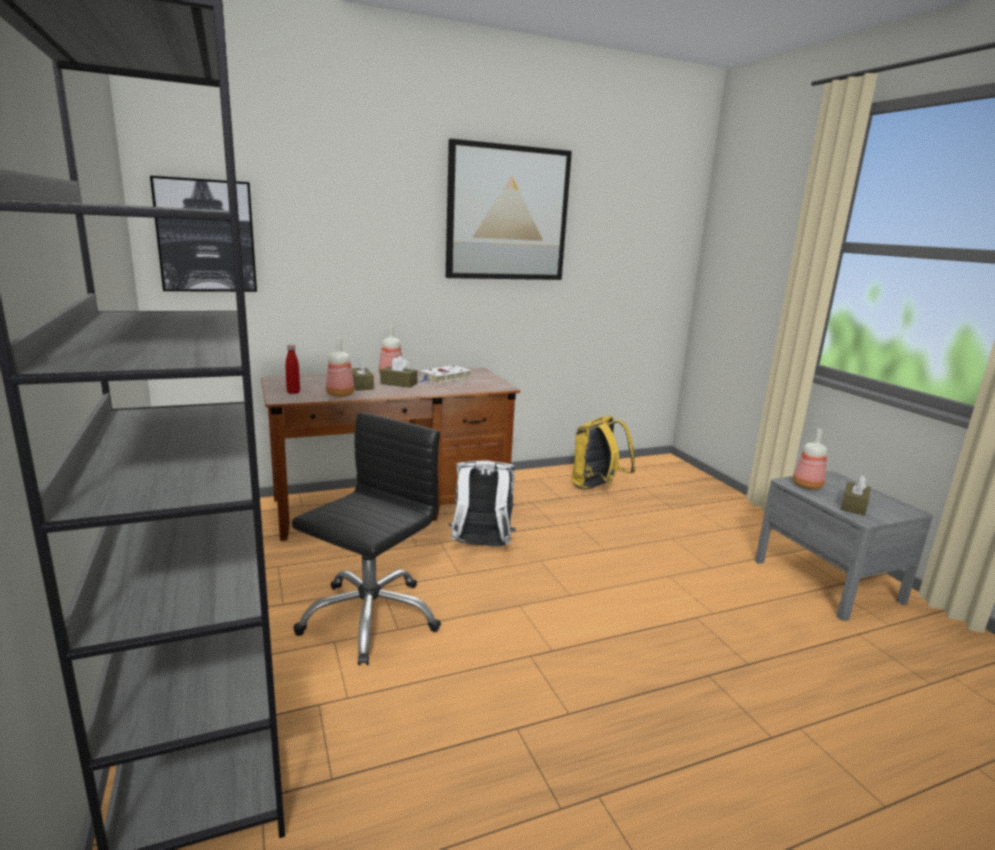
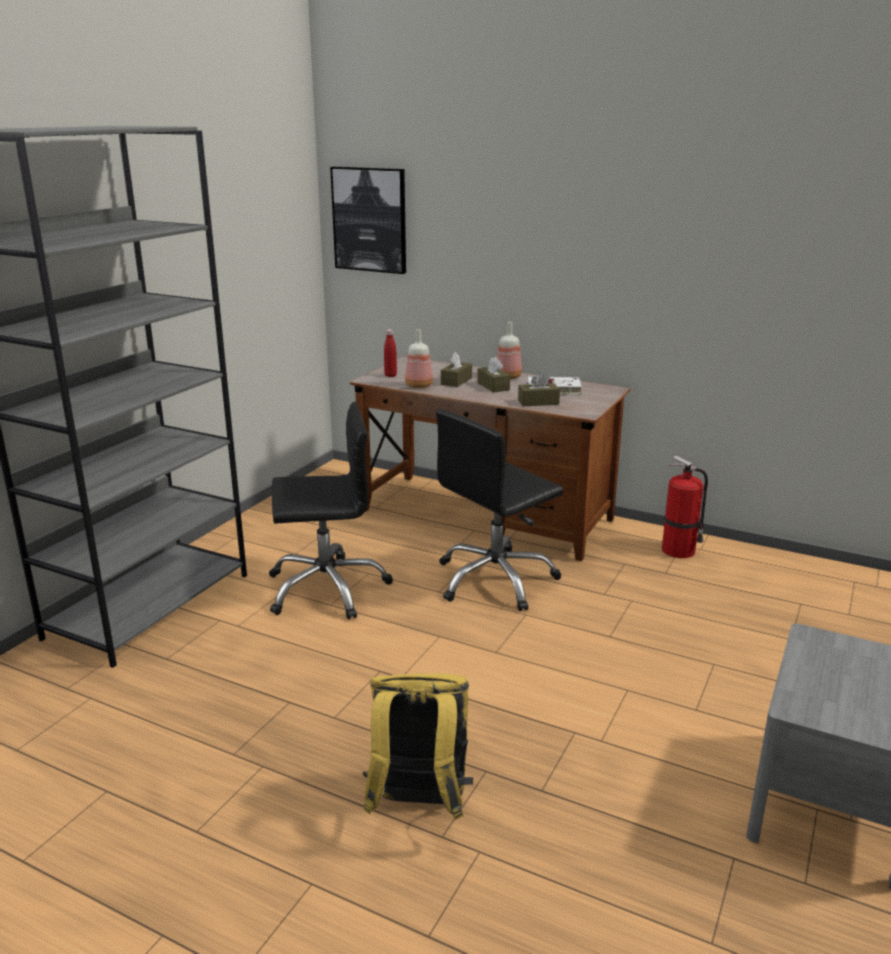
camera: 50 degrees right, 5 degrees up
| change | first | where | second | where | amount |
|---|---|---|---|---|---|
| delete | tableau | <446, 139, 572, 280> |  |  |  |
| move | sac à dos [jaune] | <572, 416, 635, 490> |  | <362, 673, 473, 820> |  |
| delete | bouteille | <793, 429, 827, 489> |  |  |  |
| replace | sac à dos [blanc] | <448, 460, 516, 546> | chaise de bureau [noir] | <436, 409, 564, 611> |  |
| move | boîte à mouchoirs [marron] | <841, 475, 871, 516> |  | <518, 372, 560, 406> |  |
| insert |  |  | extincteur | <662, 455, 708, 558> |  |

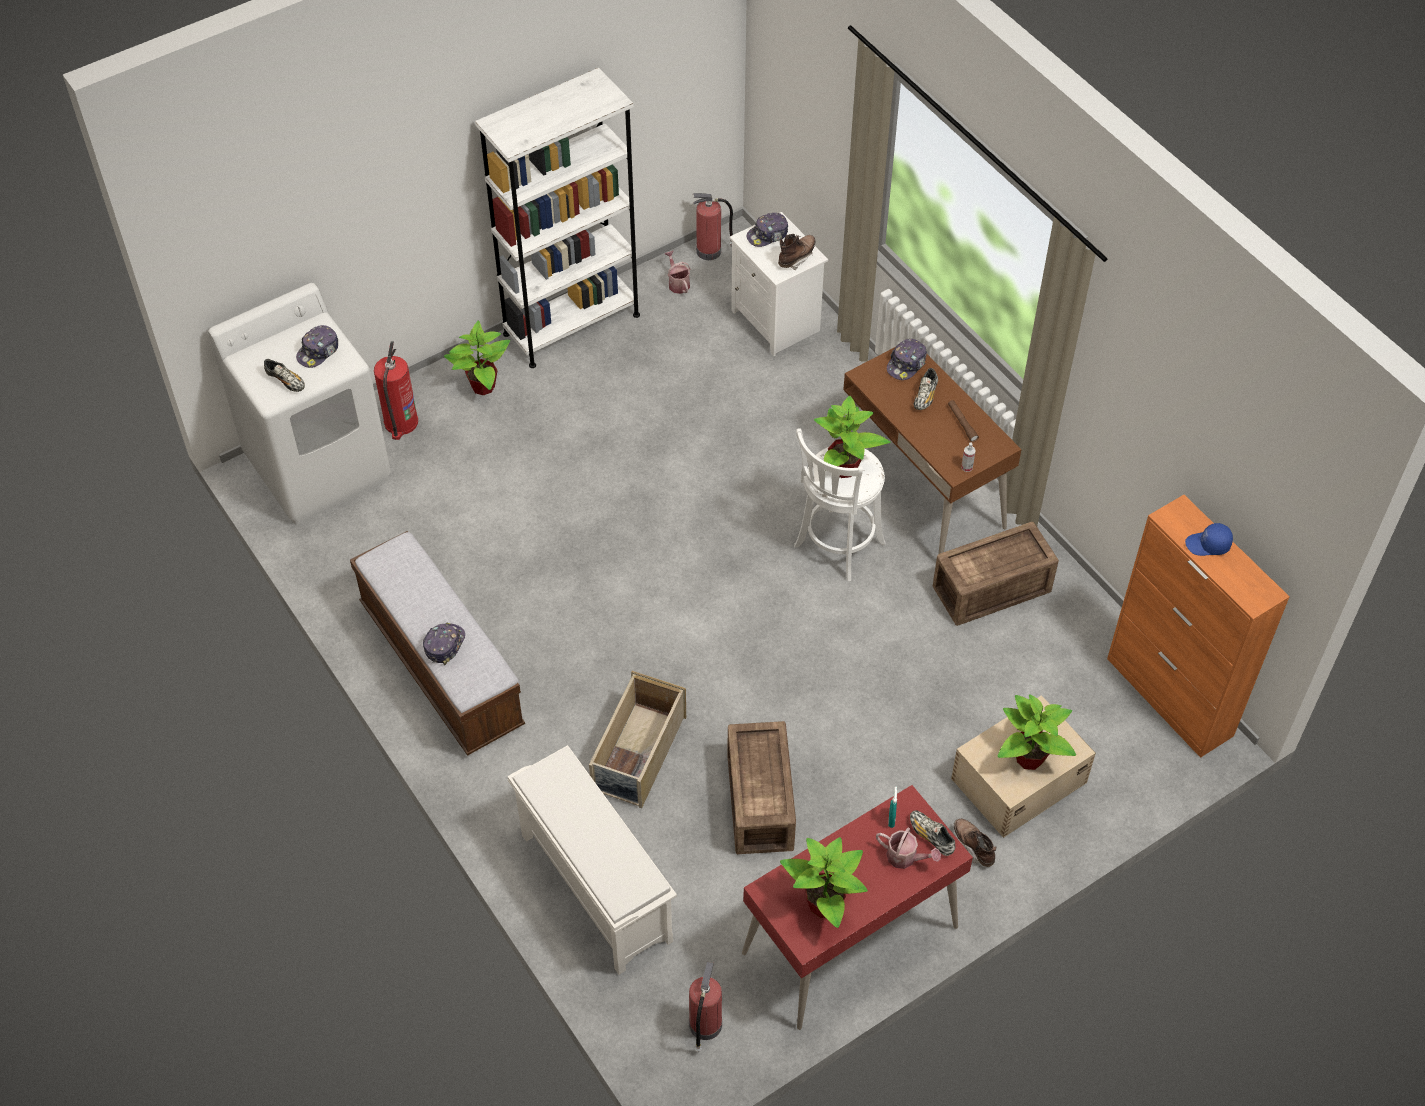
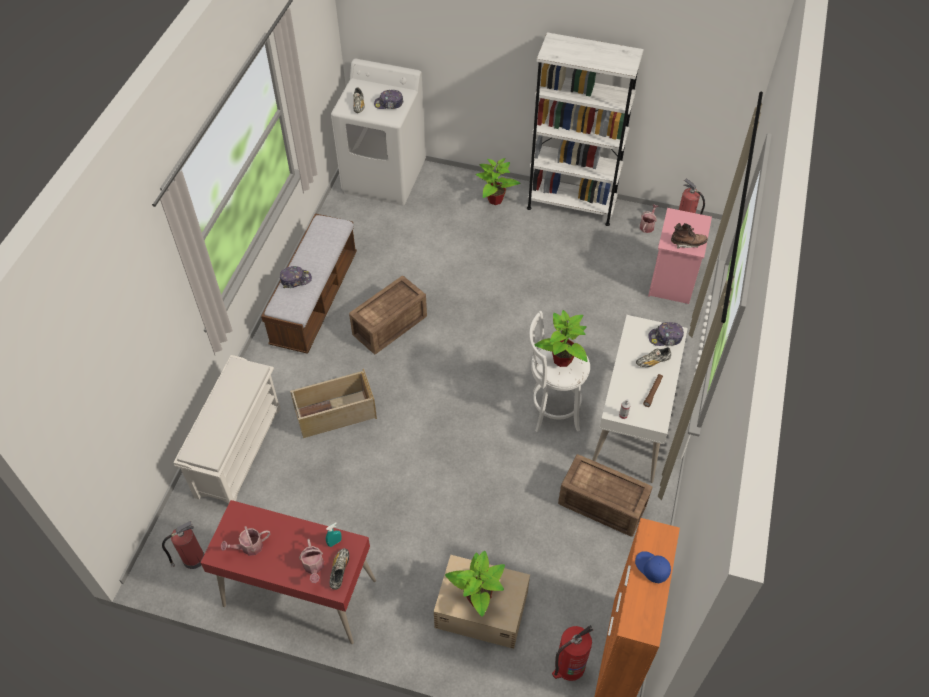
camera: 50 degrees right, 0 degrees up
| change | first | where | second | where | amount |
|---|---|---|---|---|---|
| recolor | table de chevet [blanc] | <730, 212, 828, 356> | table de chevet [rose] | <648, 208, 712, 304> |  |
| delete | casquette | <747, 213, 788, 247> |  |  |  |
| move | extincteur | <374, 341, 418, 440> |  | <552, 625, 593, 681> |  |
| recolor | bureau [marron] | <843, 347, 1022, 554> | bureau [blanc] | <592, 315, 688, 483> |  |
| move | caisse | <727, 721, 796, 854> |  | <349, 276, 427, 354> |  |
| delete | botte [marron] | <954, 819, 996, 867> |  |  |  |
| replace | plante en pot | <780, 837, 868, 928> | arrosoir | <221, 526, 270, 556> |  |

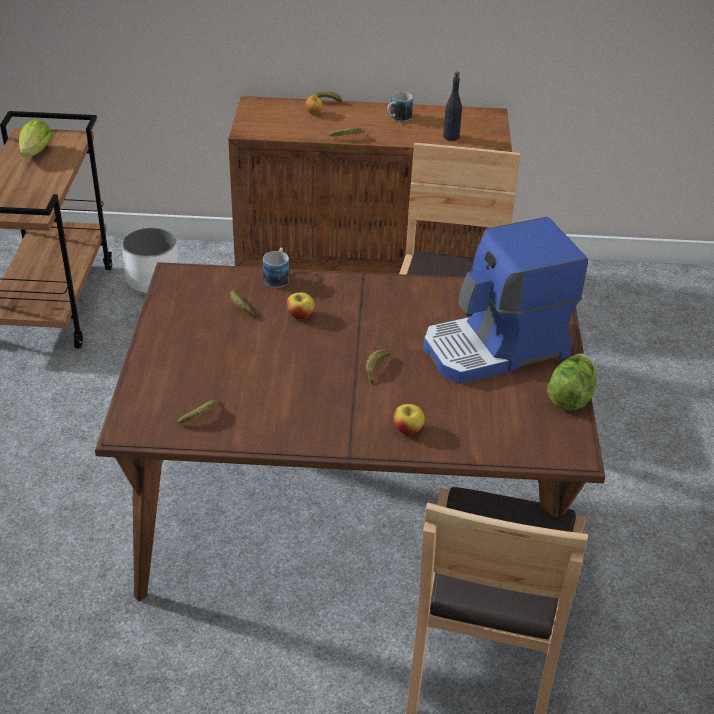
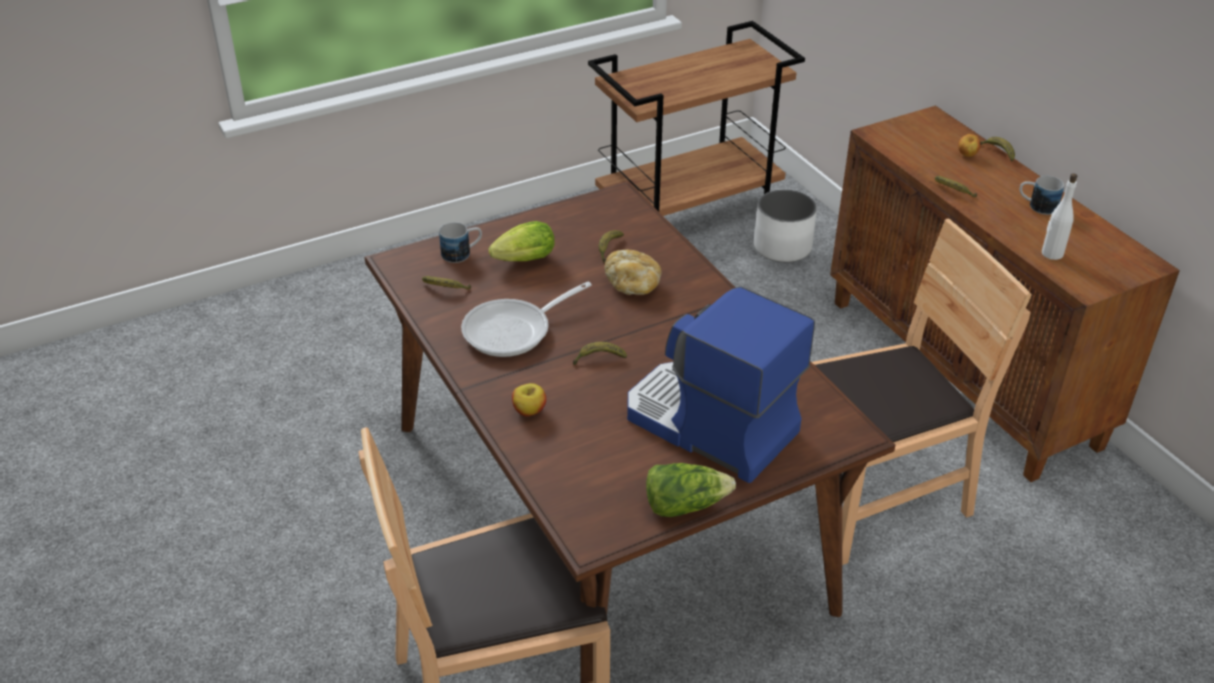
camera: 60 degrees right, 0 degrees up
| change | first | where | second | where | amount |
|---|---|---|---|---|---|
| recolor | bouteille [noir] | <443, 72, 462, 141> | bouteille [blanc] | <1042, 173, 1077, 260> |  |
| move | laitue | <19, 119, 53, 157> |  | <489, 221, 555, 261> |  |
| move | mug | <263, 248, 290, 288> |  | <439, 222, 482, 263> |  |
| replace | pomme | <287, 292, 315, 320> | pain | <604, 250, 662, 295> |  |
| insert |  |  | poêle | <461, 282, 592, 357> |  |

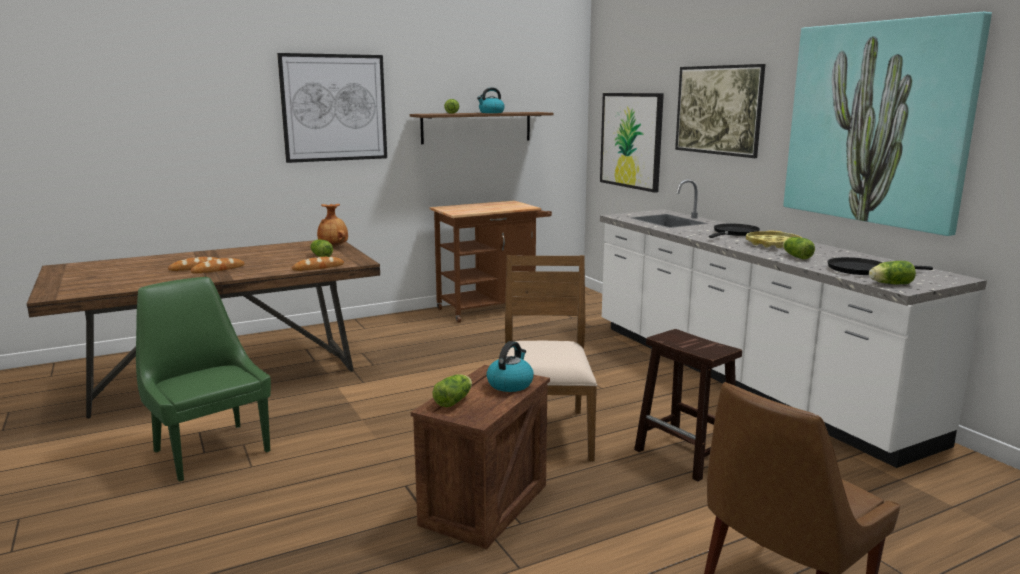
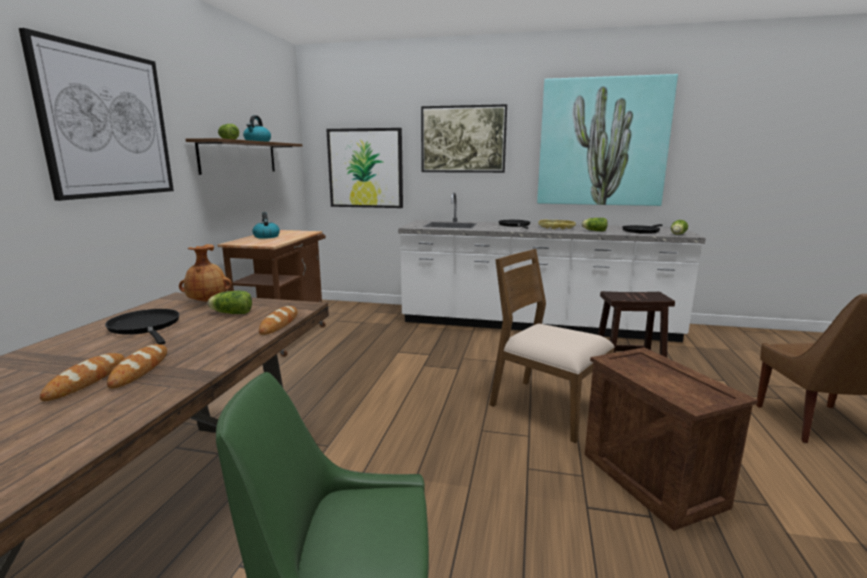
camera: 50 degrees left, 0 degrees up
| change | first | where | second | where | amount |
|---|---|---|---|---|---|
| move | bouilloire | <486, 341, 534, 392> |  | <252, 212, 280, 239> |  |
| delete | laitue | <432, 374, 472, 407> |  |  |  |
| insert |  |  | poêle [noir] | <105, 309, 180, 345> |  |

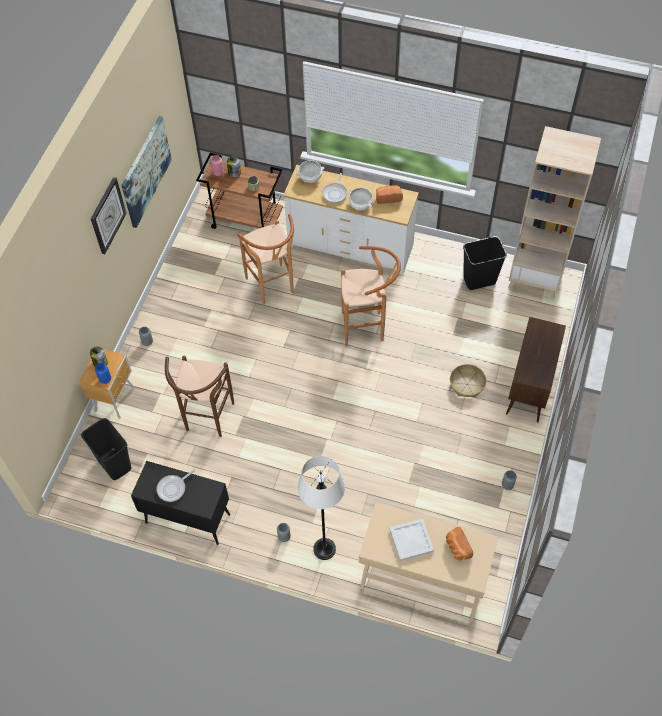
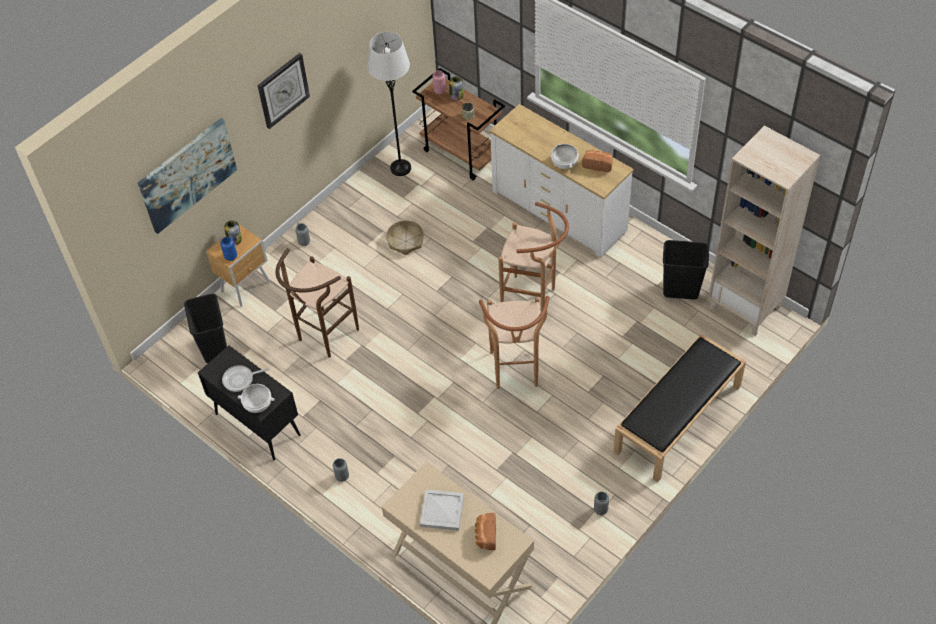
camera: 25 degrees right, 5 degrees down
| change | first | where | second | where | amount |
|---|---|---|---|---|---|
| move | tableau | <121, 116, 172, 228> |  | <138, 118, 237, 234> |  |
| move | bol [blanc] | <296, 160, 325, 183> |  | <238, 384, 275, 413> |  |
| delete | poêle | <323, 173, 347, 203> |  |  |  |
| move | tabouret [marron] | <237, 214, 294, 304> |  | <479, 296, 550, 389> |  |
| replace | meuble de rangement [marron] | <506, 317, 566, 422> | banc [noir] | <613, 334, 746, 482> |  |
| move | panier | <450, 364, 486, 398> |  | <386, 220, 424, 255> |  |
| move | lampadaire [blanc] | <298, 456, 345, 560> |  | <368, 32, 411, 176> |  |

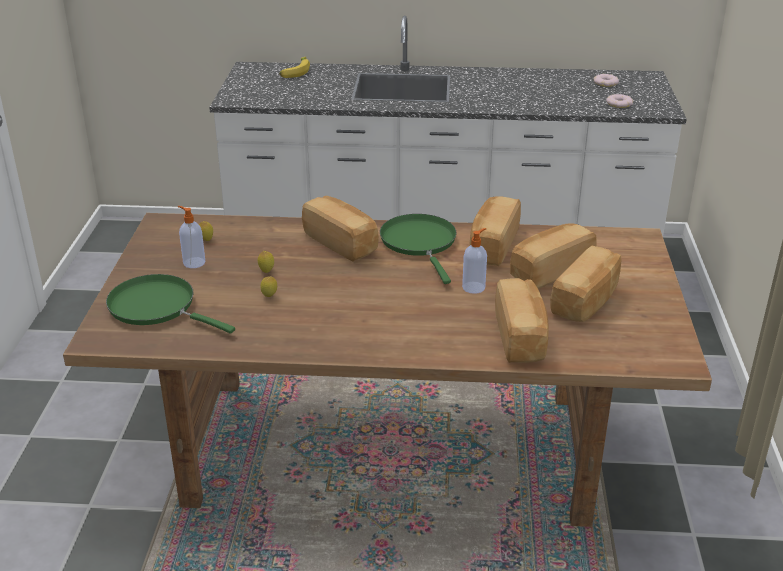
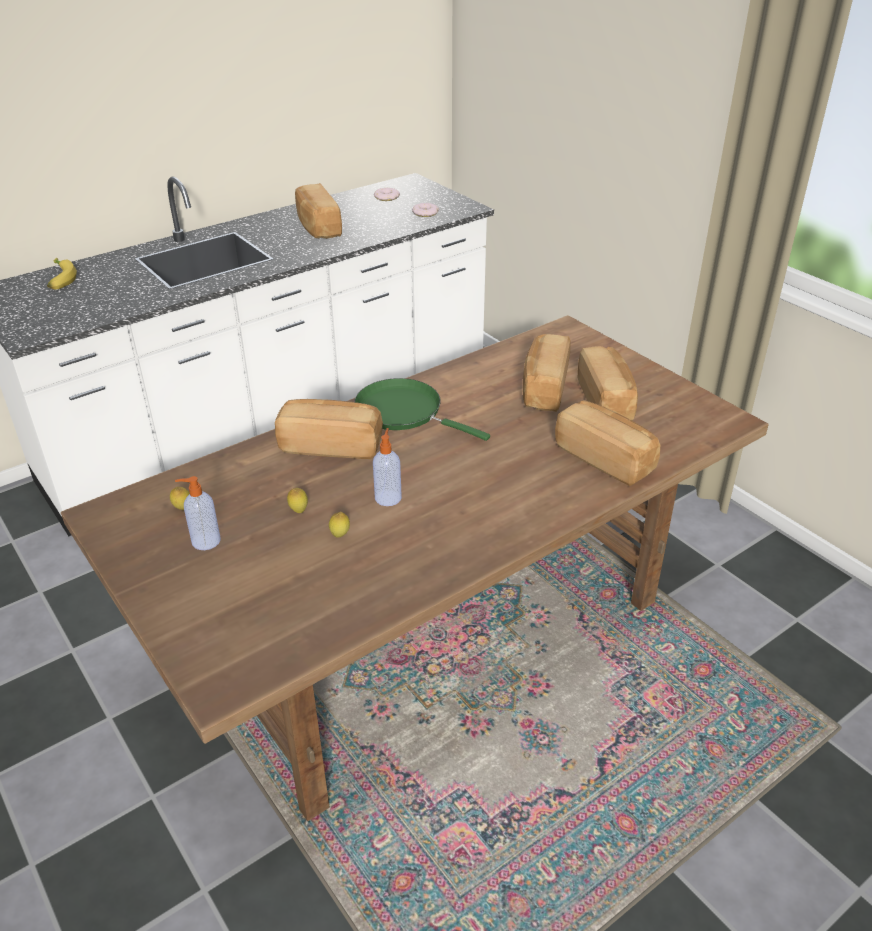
camera: 40 degrees left, 5 degrees up
| change | first | where | second | where | amount |
|---|---|---|---|---|---|
| move | pain | <470, 196, 521, 266> |  | <295, 183, 342, 239> |  |
| move | distributeur de savon | <462, 228, 487, 294> |  | <373, 428, 402, 506> |  |
| delete | poêle [vert] | <106, 274, 235, 333> |  |  |  |

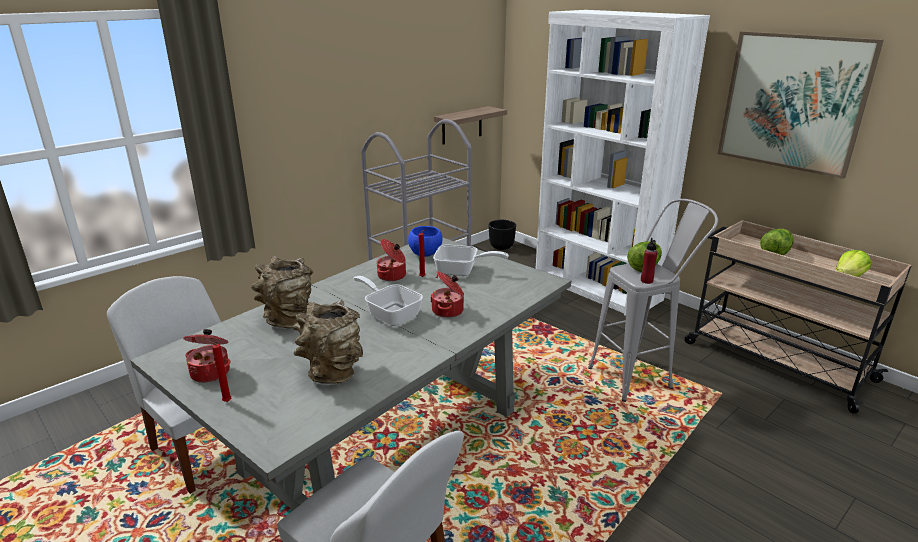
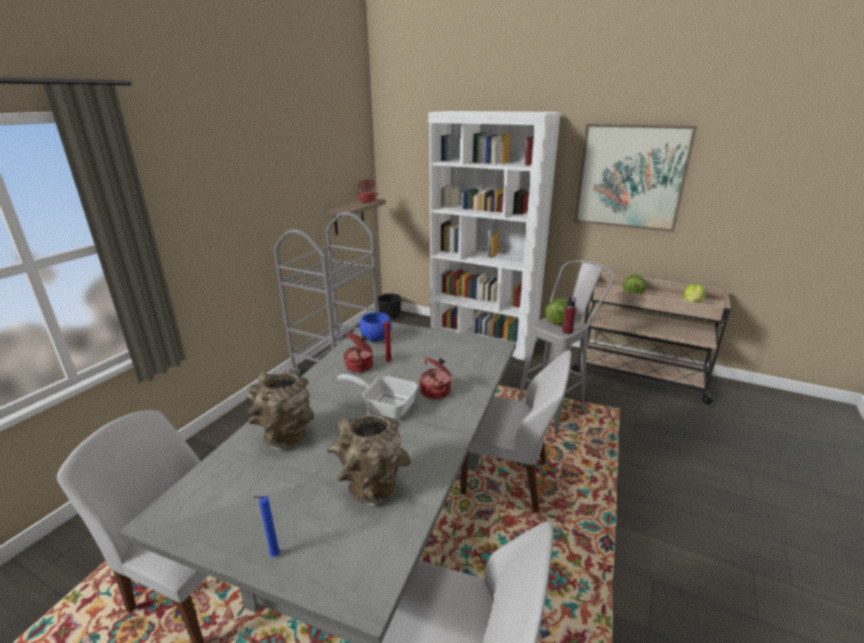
camera: 20 degrees left, 0 degrees up
| change | first | where | second | where | amount |
|---|---|---|---|---|---|
| delete | poêle | <433, 245, 509, 276> |  |  |  |
| move | marmite | <183, 329, 231, 383> |  | <356, 179, 379, 203> |  |
| recolor | bougie [rouge] | <207, 340, 231, 402> | bougie [bleu] | <253, 496, 280, 557> |  |
| insert |  |  | chaise [blanc] | <461, 350, 571, 512> |  |

